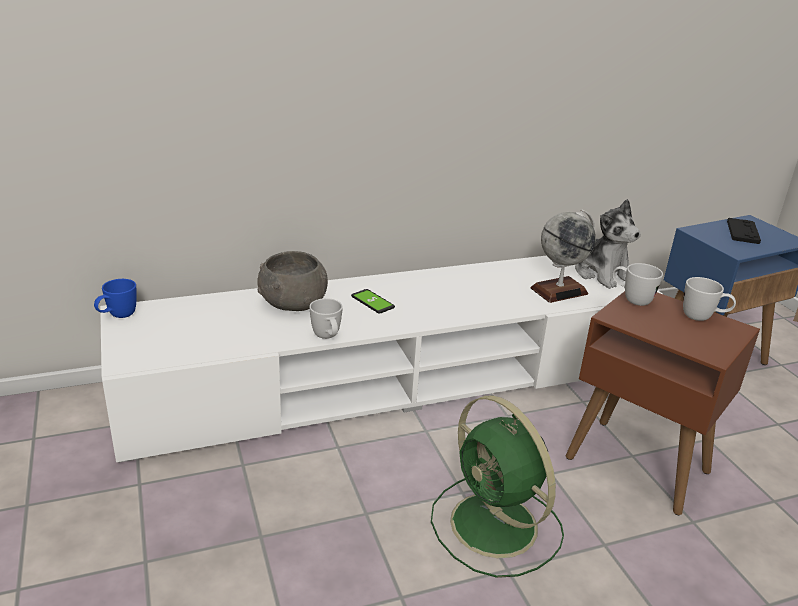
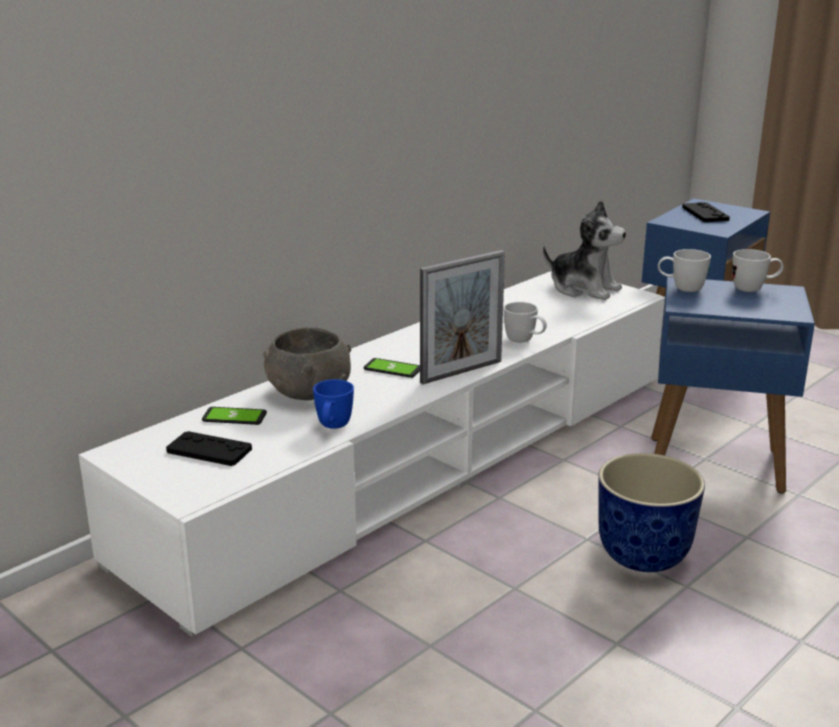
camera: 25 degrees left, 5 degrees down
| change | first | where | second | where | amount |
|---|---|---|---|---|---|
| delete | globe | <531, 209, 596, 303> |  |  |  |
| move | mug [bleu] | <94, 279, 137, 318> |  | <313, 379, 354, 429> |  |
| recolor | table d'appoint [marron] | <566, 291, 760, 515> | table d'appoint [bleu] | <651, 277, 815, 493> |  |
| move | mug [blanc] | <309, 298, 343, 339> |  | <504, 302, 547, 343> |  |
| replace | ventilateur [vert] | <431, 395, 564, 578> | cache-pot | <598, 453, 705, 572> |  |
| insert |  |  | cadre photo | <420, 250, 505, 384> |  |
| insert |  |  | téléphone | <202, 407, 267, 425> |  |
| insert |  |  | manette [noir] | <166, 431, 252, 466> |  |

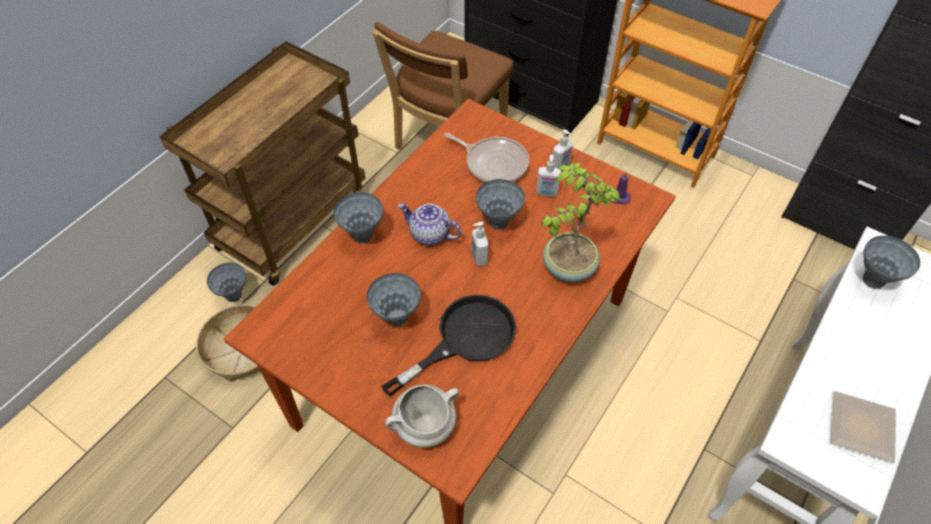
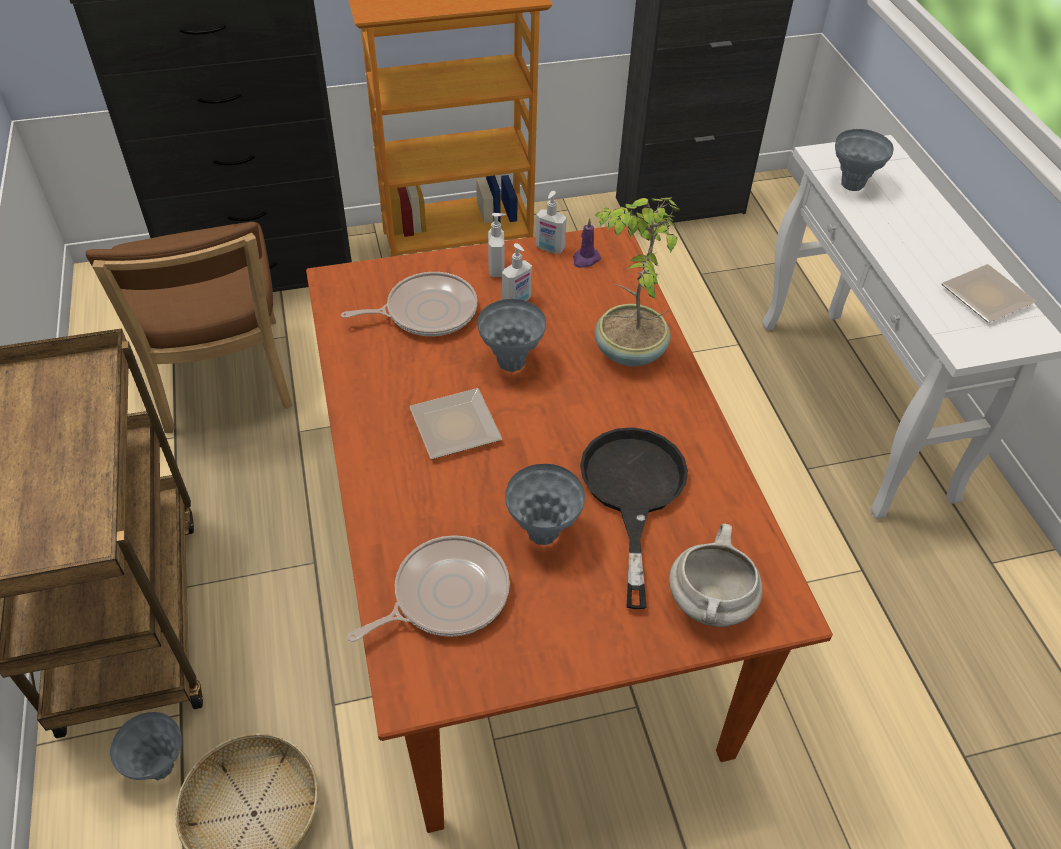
camera: 50 degrees left, 5 degrees down
| change | first | where | second | where | amount |
|---|---|---|---|---|---|
| delete | vase [gris] | <334, 192, 383, 243> |  |  |  |
| replace | théière | <398, 203, 461, 246> | assiette | <409, 388, 502, 459> |  |
| move | distributeur de savon | <472, 222, 488, 266> |  | <535, 191, 567, 254> |  |
| insert |  |  | poêle | <347, 535, 510, 642> |  |

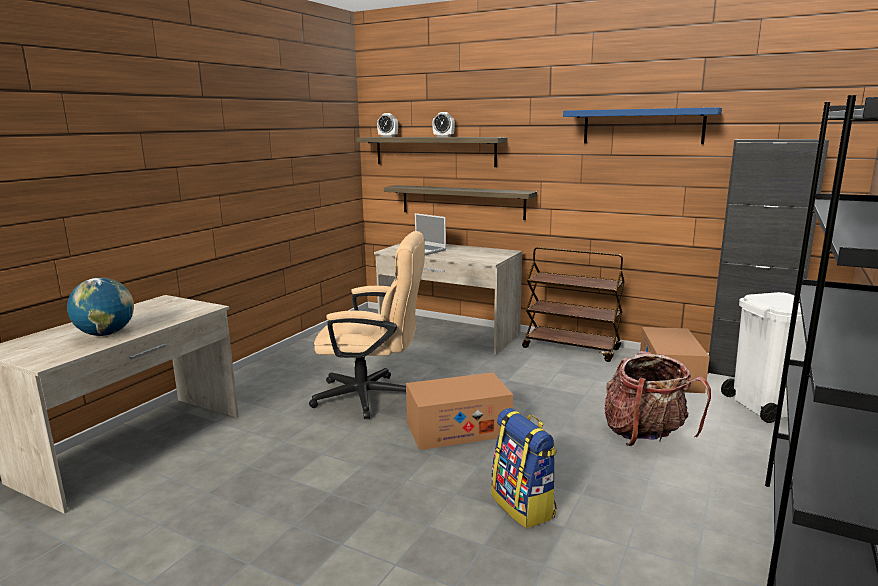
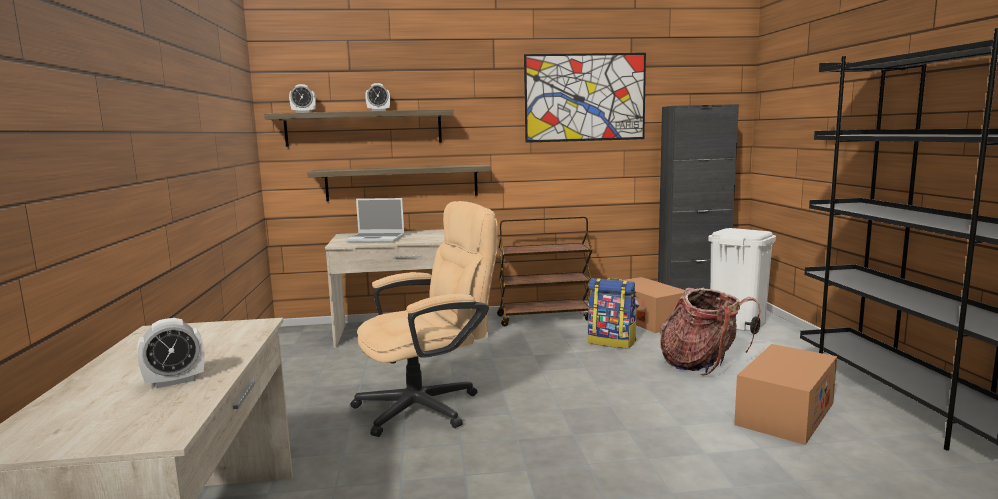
camera: 35 degrees left, 5 degrees down
| change | first | where | second | where | amount |
|---|---|---|---|---|---|
| replace | étagère [bleu] | <563, 107, 722, 144> | tableau | <524, 53, 646, 143> |  |
| replace | globe | <67, 278, 134, 336> | réveil | <137, 318, 204, 388> |  |
| move | carton | <406, 372, 513, 450> |  | <734, 344, 837, 445> |  |
| move | sac à dos | <491, 408, 557, 528> |  | <587, 278, 636, 349> |  |

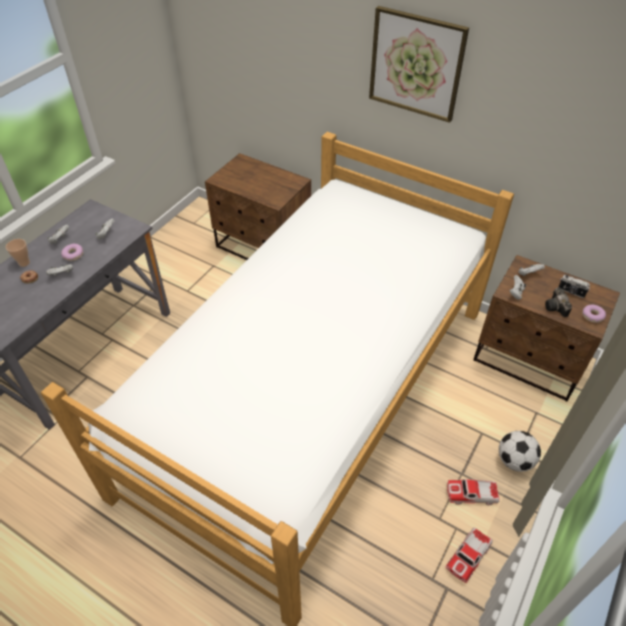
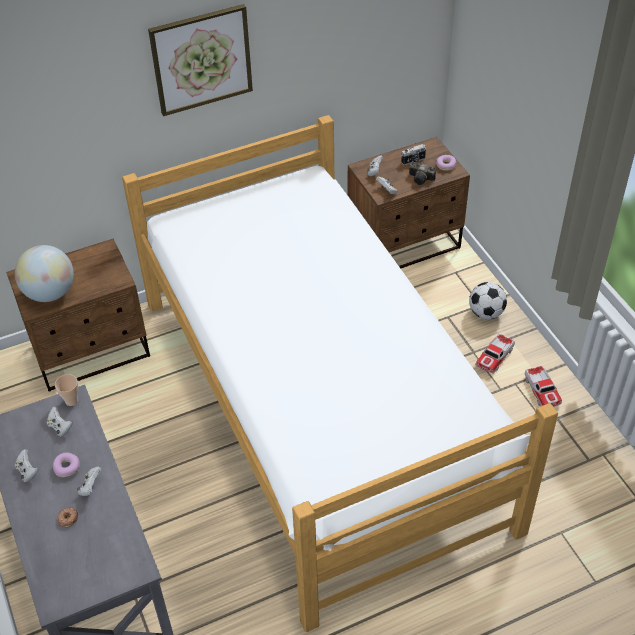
camera: 55 degrees left, 0 degrees up
| change | first | where | second | where | amount |
|---|---|---|---|---|---|
| move | tasse | <6, 239, 30, 267> |  | <55, 374, 78, 406> |  |
| insert |  |  | globe | <15, 245, 74, 302> |  |

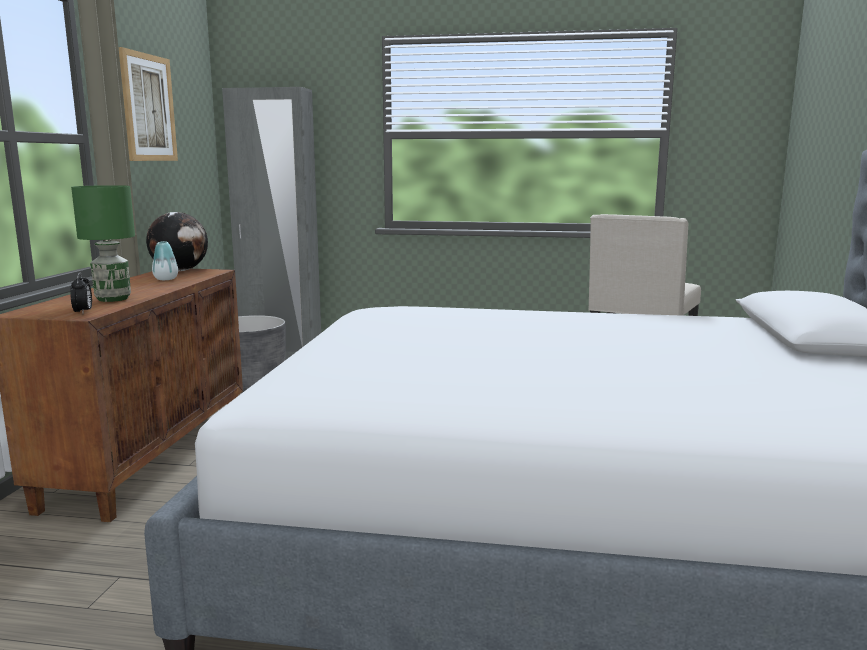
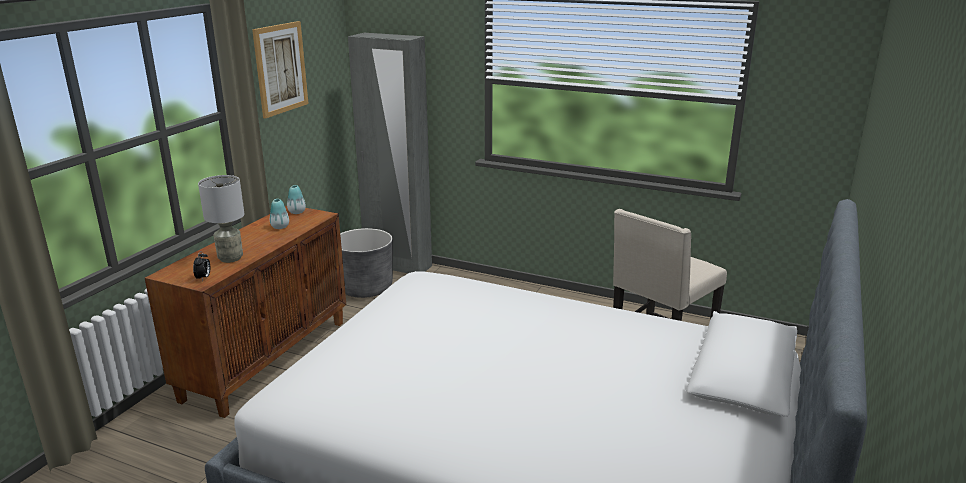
camera: 15 degrees right, 10 degrees up
| change | first | where | second | where | amount |
|---|---|---|---|---|---|
| recolor | lampe de table [vert] | <71, 185, 135, 302> | lampe de table [gris] | <198, 175, 245, 263> |  |
| replace | globe | <146, 212, 208, 271> | vase | <287, 185, 306, 214> |  |

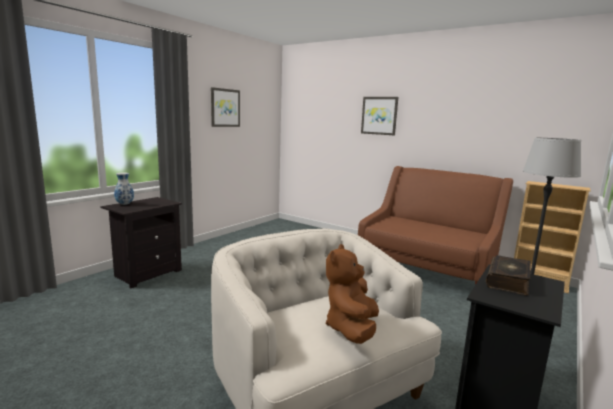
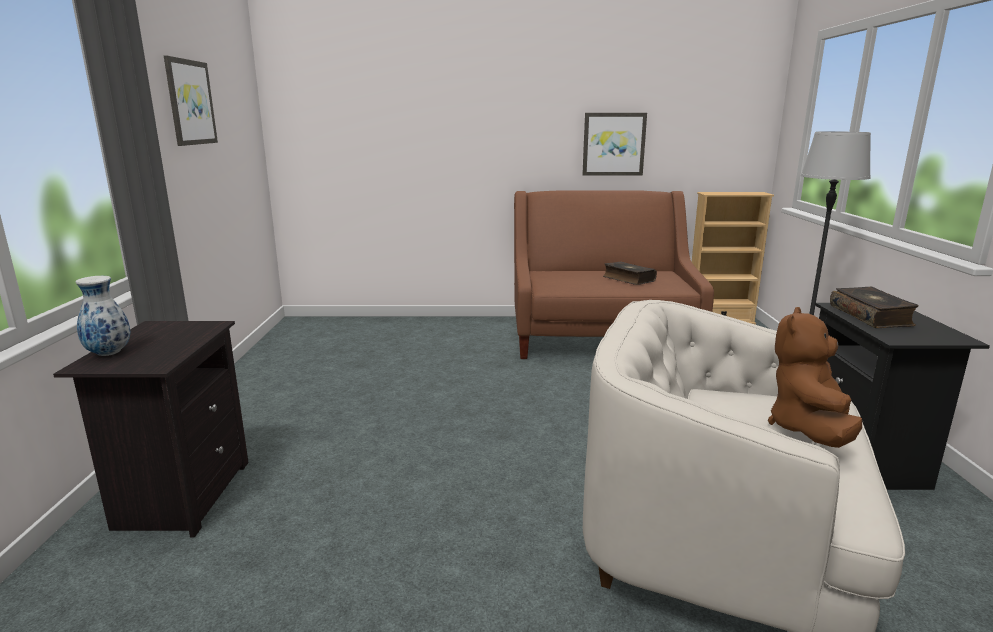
camera: 35 degrees left, 5 degrees up
| change | first | where | second | where | amount |
|---|---|---|---|---|---|
| move | tableau | <361, 97, 398, 135> |  | <582, 113, 647, 175> |  |
| rotate | peluche [marron] | <326, 244, 379, 344> |  | <768, 307, 862, 448> | 45 degrees clockwise |
| insert |  |  | livre | <603, 262, 657, 285> |  |

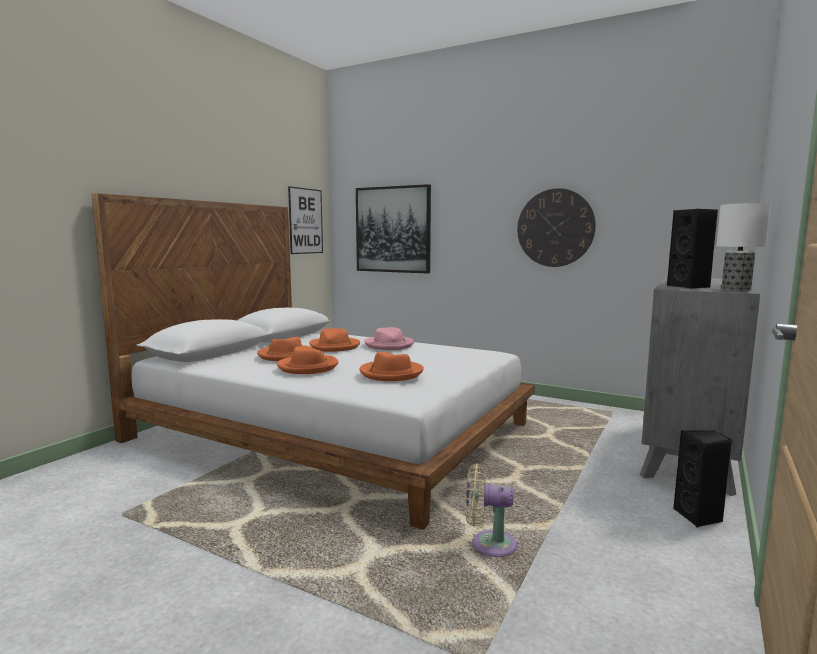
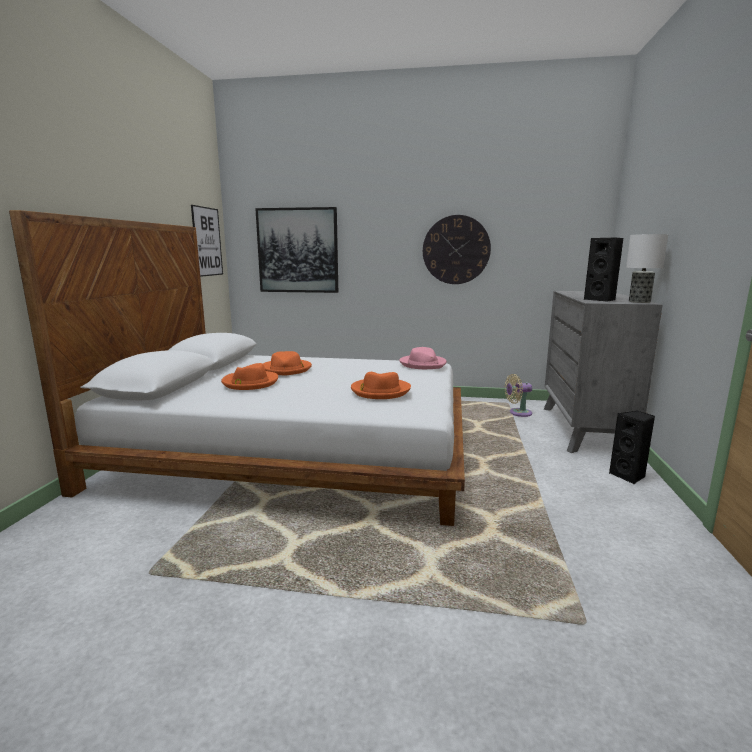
camera: 20 degrees left, 5 degrees up
| change | first | where | second | where | amount |
|---|---|---|---|---|---|
| move | chapeau [rose] | <364, 327, 414, 350> |  | <399, 347, 447, 369> |  |
| delete | chapeau [orange] | <277, 346, 338, 374> |  |  |  |
| move | ventilateur [beige] | <465, 464, 517, 557> |  | <504, 374, 532, 417> |  |

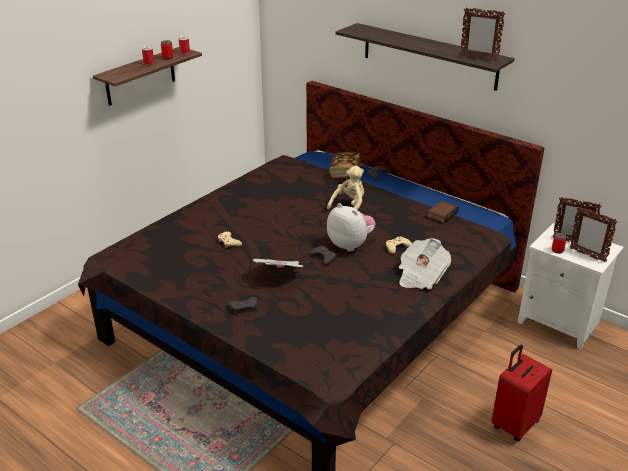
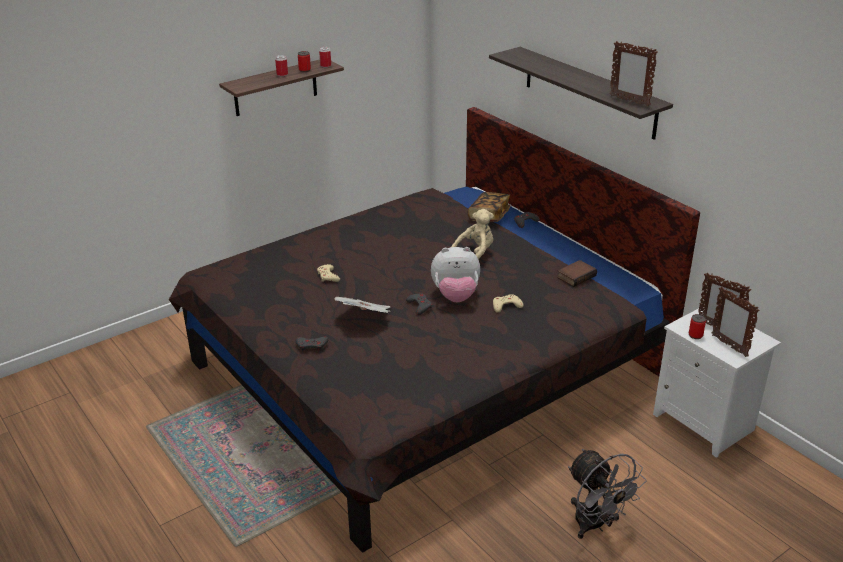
camera: 15 degrees right, 0 degrees up
| change | first | where | second | where | amount |
|---|---|---|---|---|---|
| rotate | peluche | <327, 203, 376, 252> |  | <431, 247, 480, 303> | 120 degrees clockwise |
| delete | journal | <399, 238, 451, 289> |  |  |  |
| replace | valise [rouge] | <491, 345, 552, 441> | ventilateur [gris] | <568, 449, 647, 539> |  |

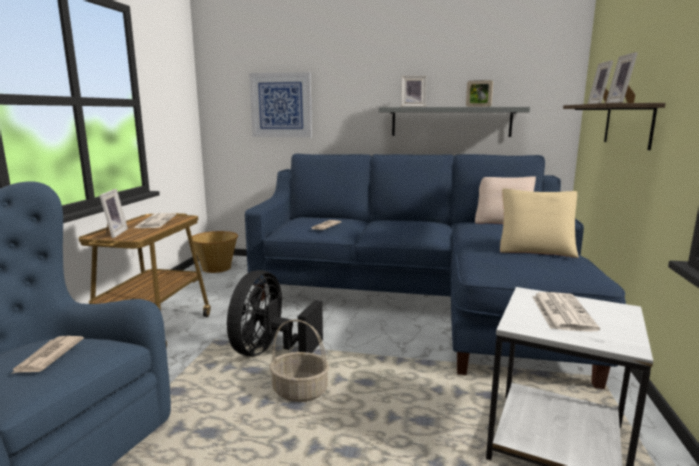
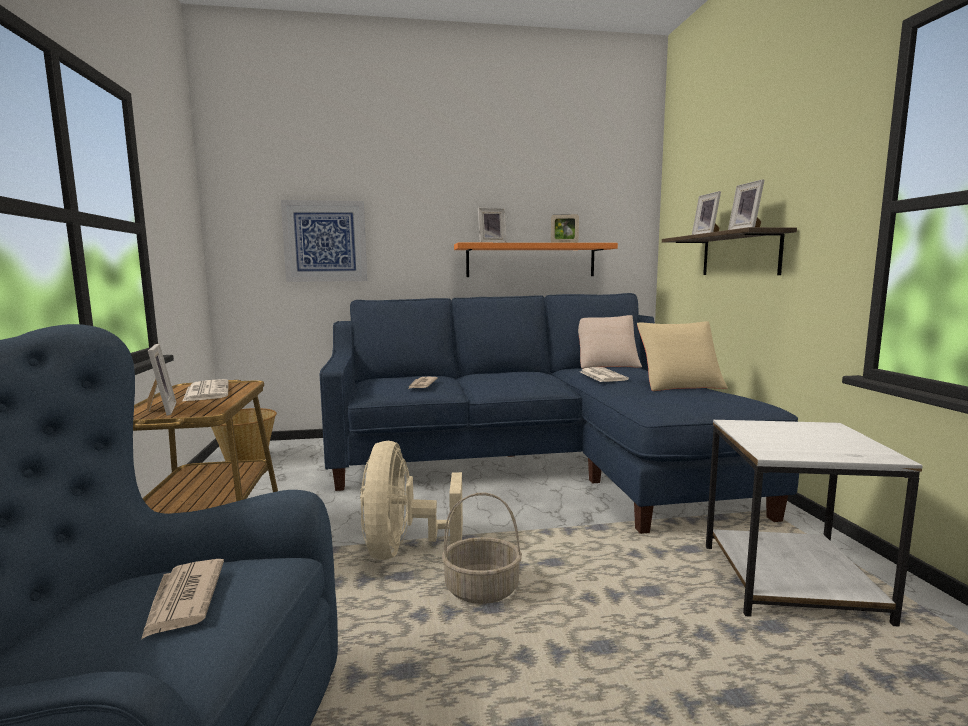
camera: 20 degrees left, 5 degrees down
| change | first | where | second | where | amount |
|---|---|---|---|---|---|
| recolor | étagère [gris] | <379, 107, 530, 137> | étagère [orange] | <454, 243, 618, 277> |  |
| recolor | ventilateur [noir] | <227, 270, 323, 356> | ventilateur [beige] | <360, 441, 463, 560> |  |
| move | journal | <532, 292, 600, 332> |  | <580, 367, 629, 382> |  |

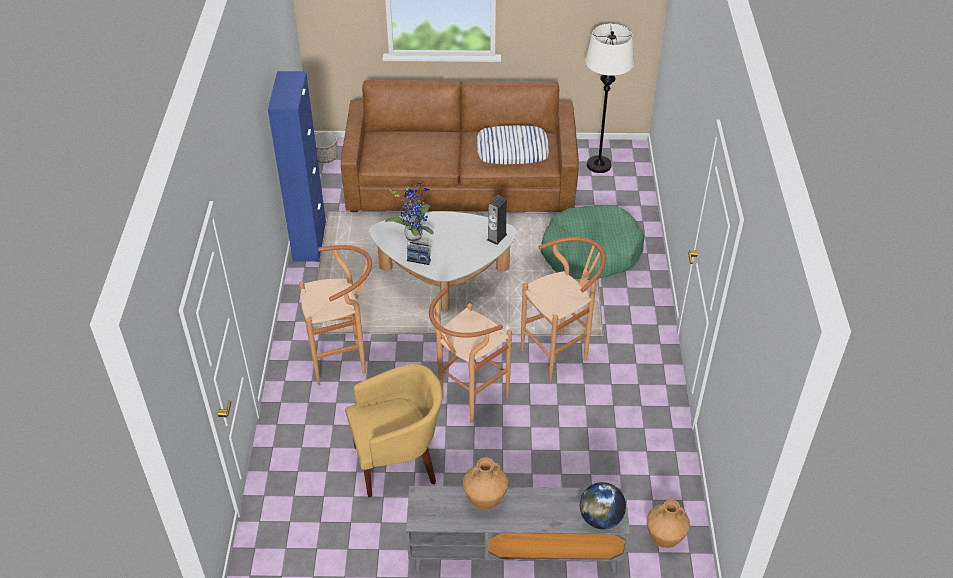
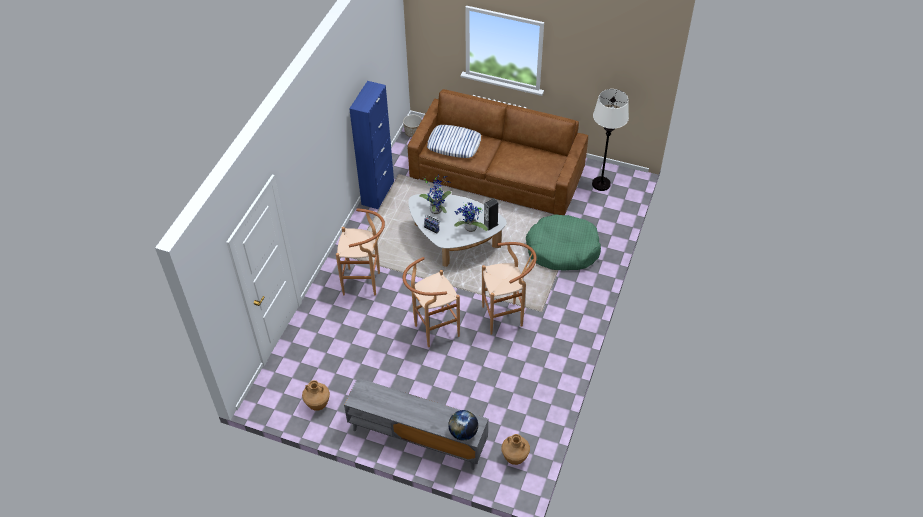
camera: 20 degrees right, 5 degrees up
| change | first | where | second | where | amount |
|---|---|---|---|---|---|
| move | coussin | <477, 125, 549, 164> |  | <427, 125, 481, 158> |  |
| delete | fauteuil [jaune] | <345, 364, 442, 497> |  |  |  |
| move | vase [marron] | <463, 457, 508, 510> |  | <302, 380, 330, 411> |  |
| insert |  |  | plante en pot | <454, 202, 488, 232> |  |

